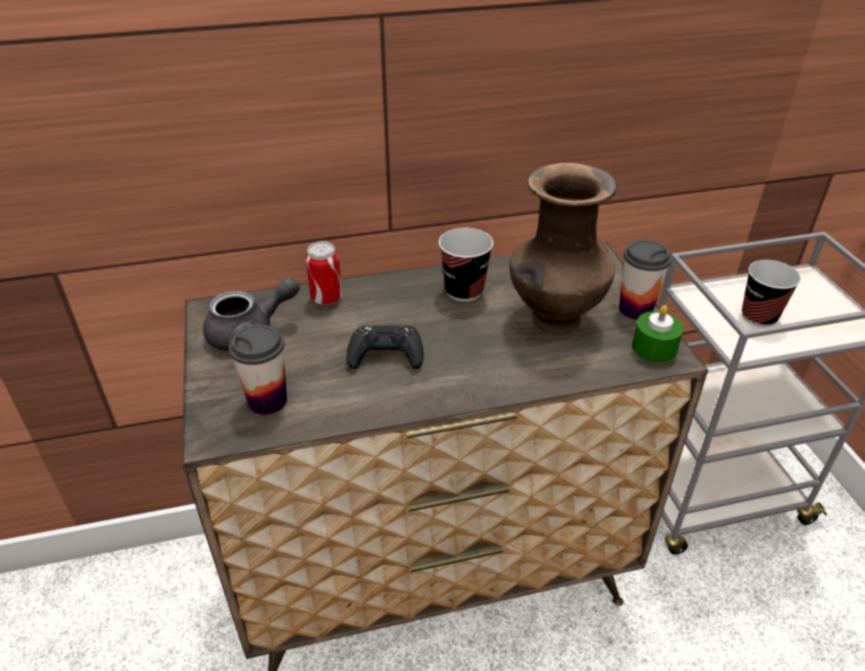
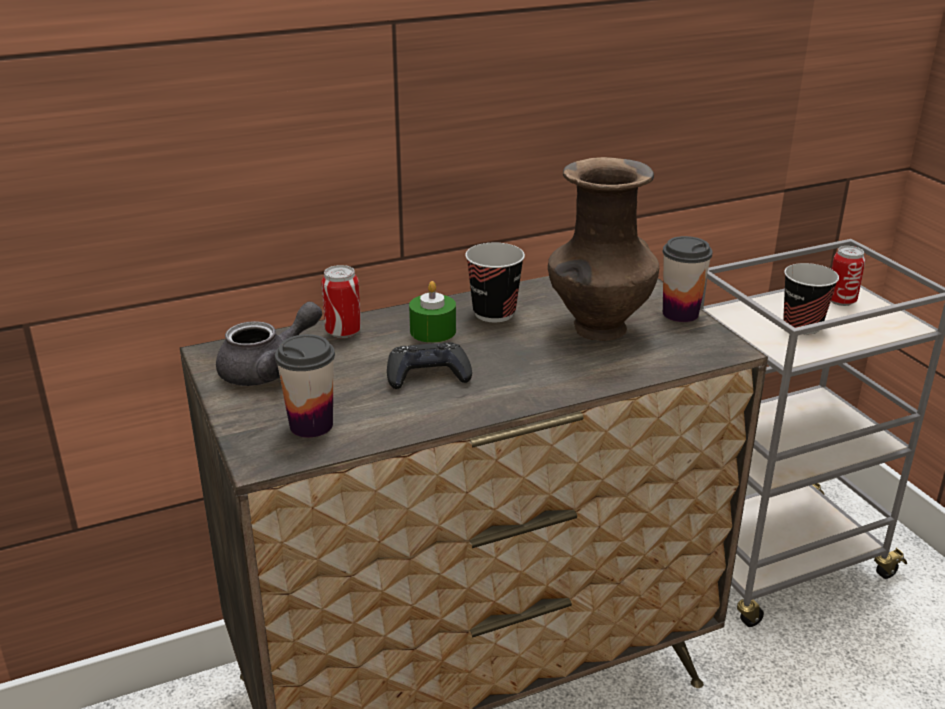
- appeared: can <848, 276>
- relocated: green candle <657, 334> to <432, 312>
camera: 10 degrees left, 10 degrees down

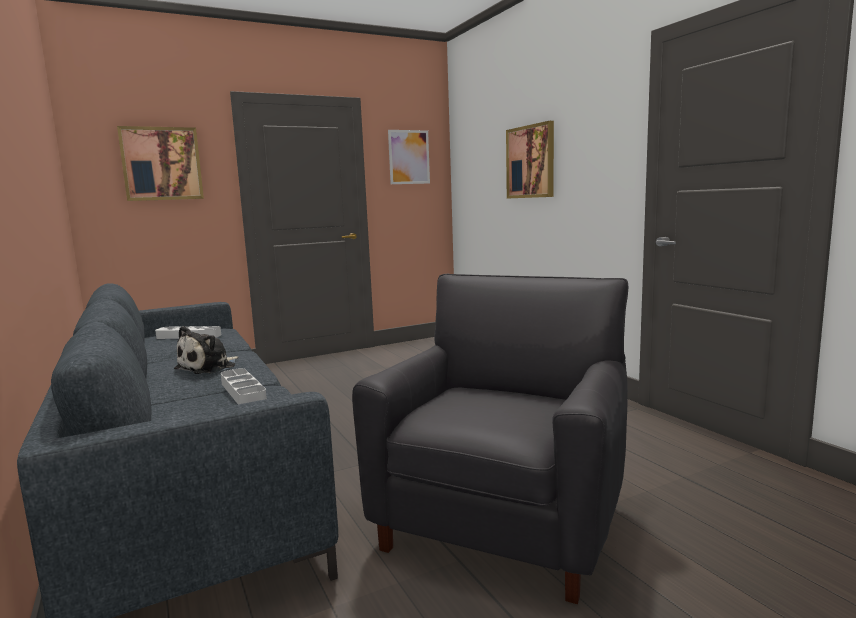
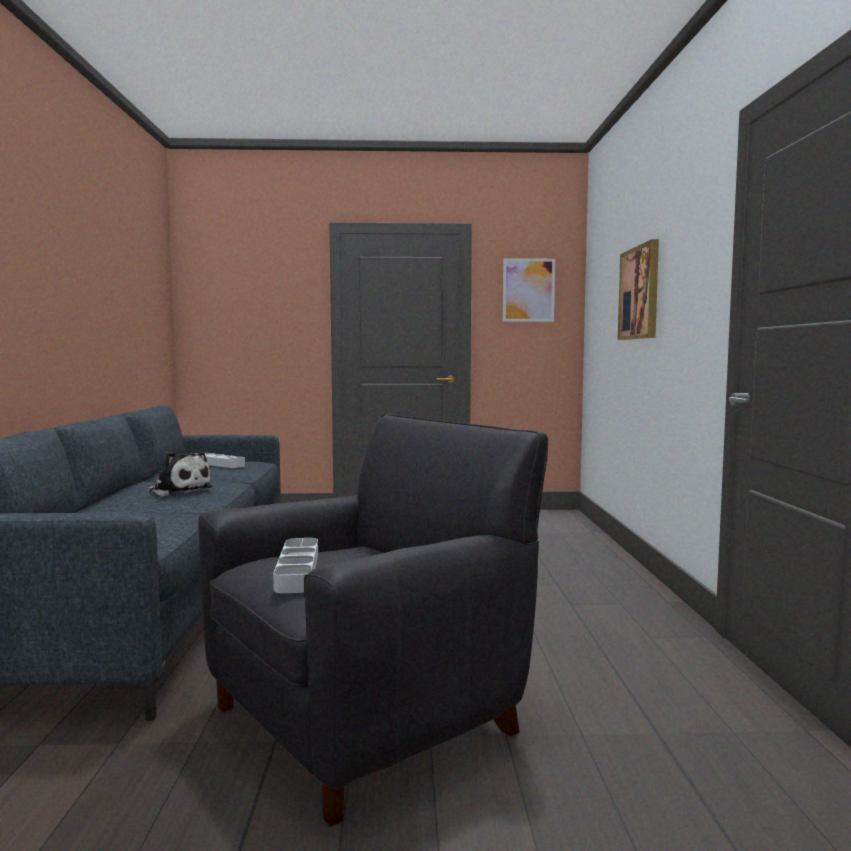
- missing: picture <160, 163>
- relocated: grey tray <244, 386> to <295, 565>
- spun: plush toy <206, 350> = <180, 474> 120 degrees counterclockwise
camera: 25 degrees right, 5 degrees down

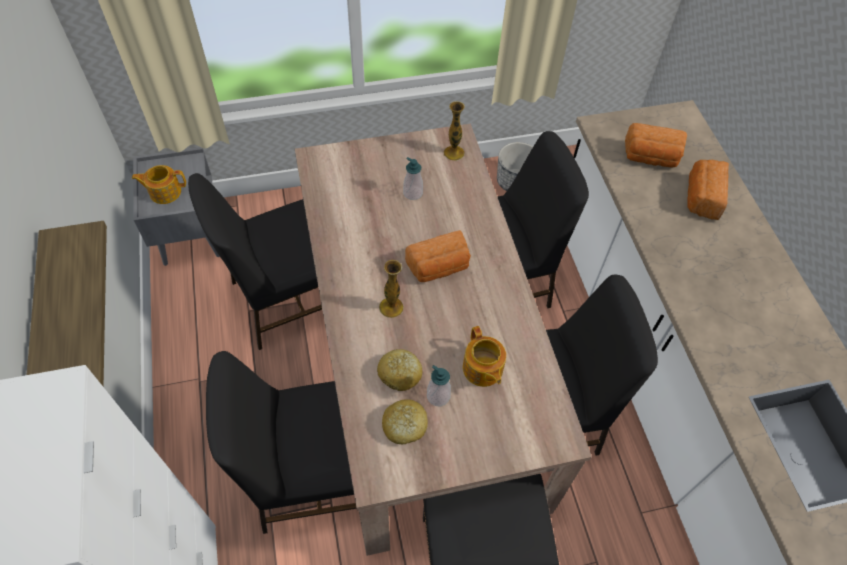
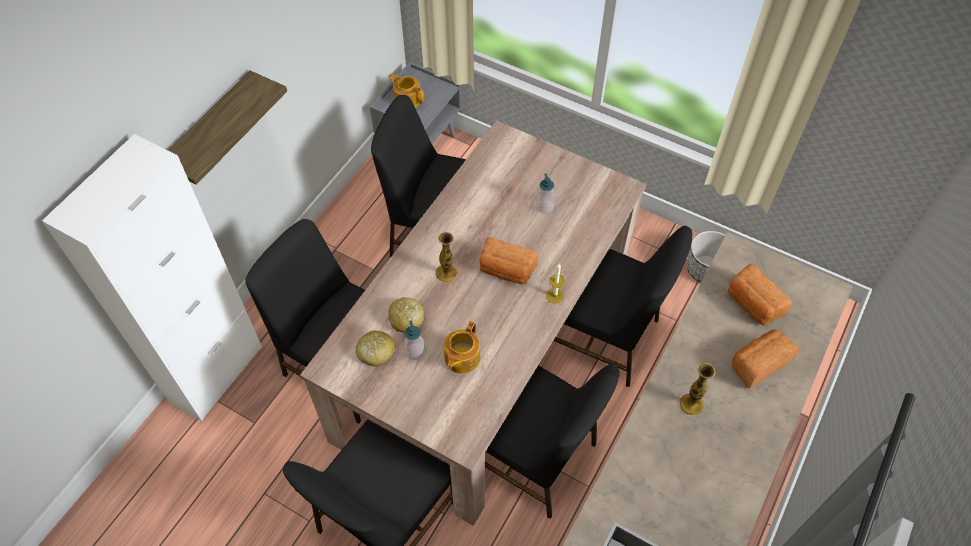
- appeared: candle <555, 284>
- relocated: vase <454, 131> to <698, 389>
camera: 45 degrees right, 0 degrees up

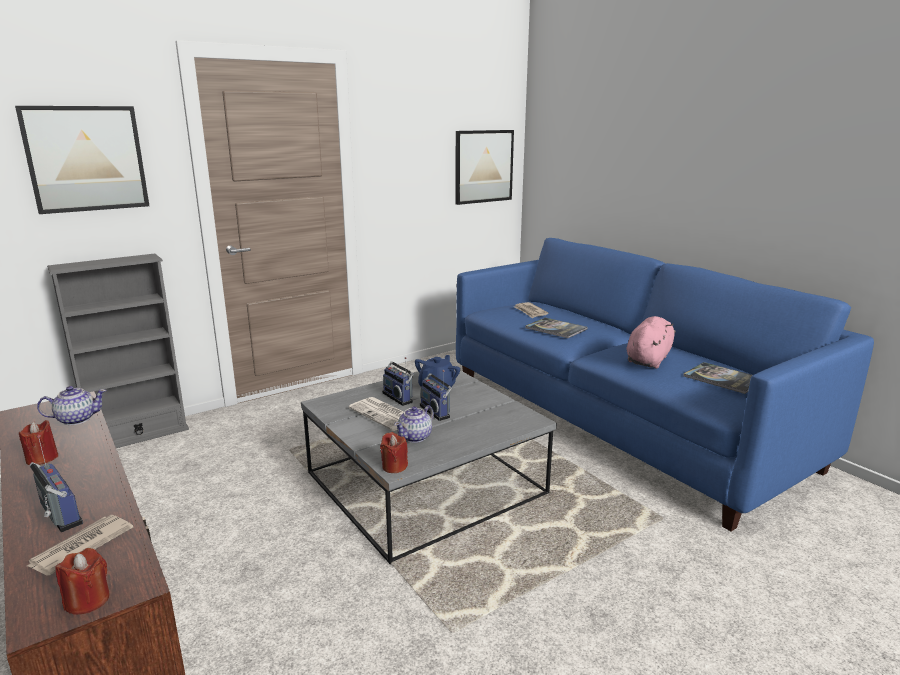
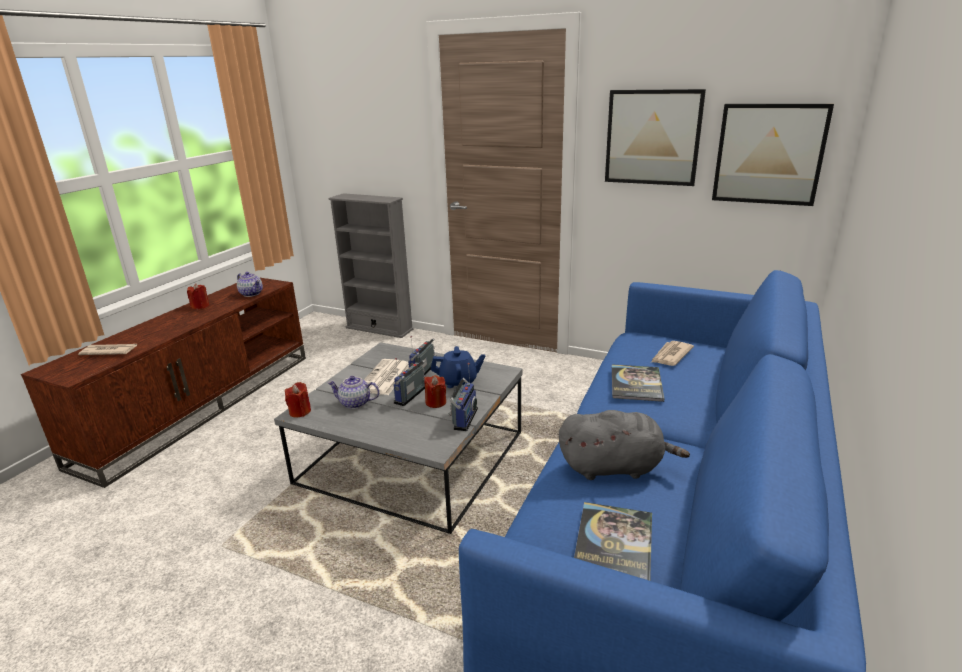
- relocated: picture <82, 160> to <655, 137>
- relocated: radio <56, 483> to <463, 397>
- relocated: red candle <83, 581> to <435, 391>
- colour: pink plush toy <651, 342> to grey plush toy <624, 445>
camera: 60 degrees right, 5 degrees up

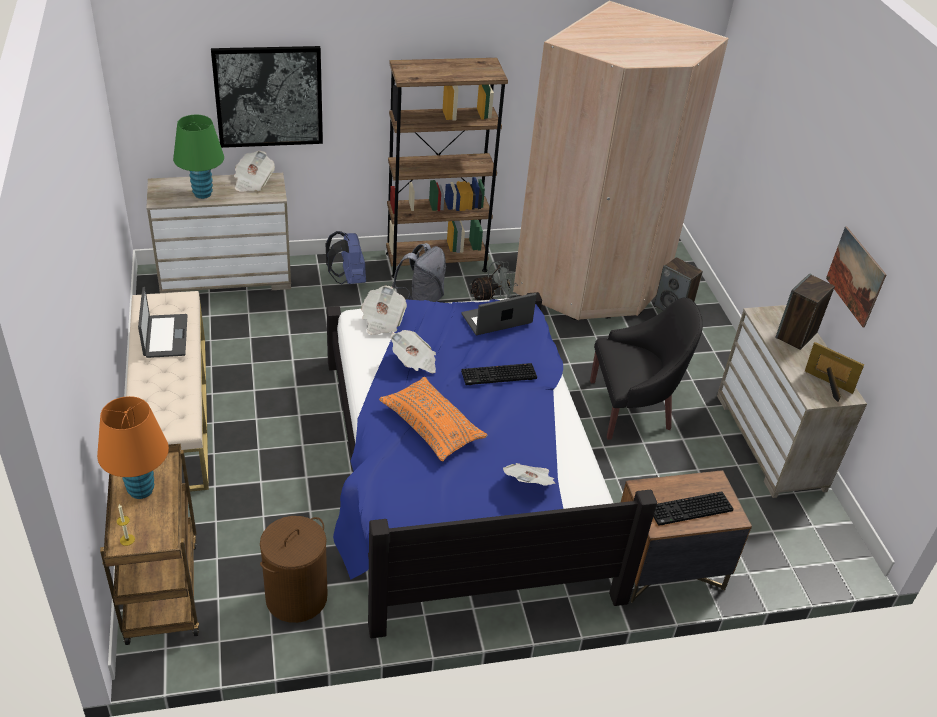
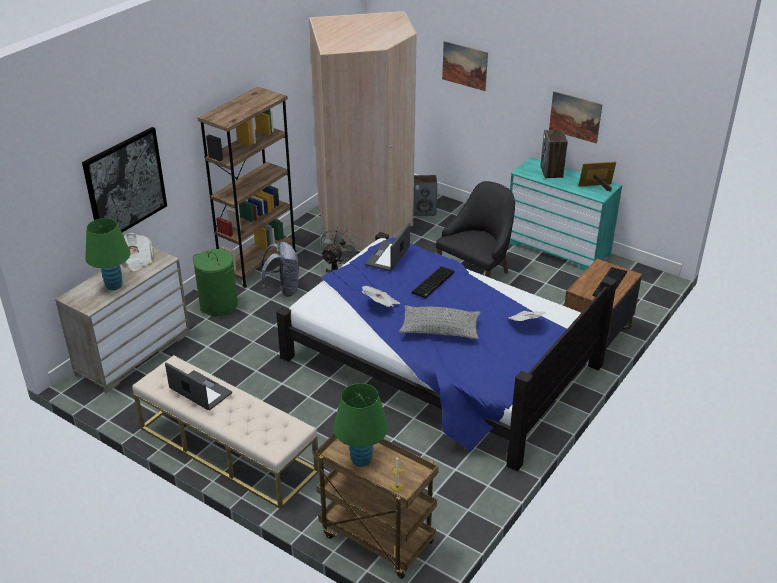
- missing: brown laundry basket <294, 569>
- missing: newspaper <384, 310>
- appeared: picture <465, 66>
- exchanged: blue backpack <345, 257> to green laundry basket <215, 282>
- colour: orange table lamp <133, 447> to green table lamp <361, 425>
- colour: orange pillow <433, 419> to grey pillow <440, 322>
- colour: beige dresser <792, 401> to turquoise dresser <565, 214>
camera: 40 degrees left, 5 degrees down

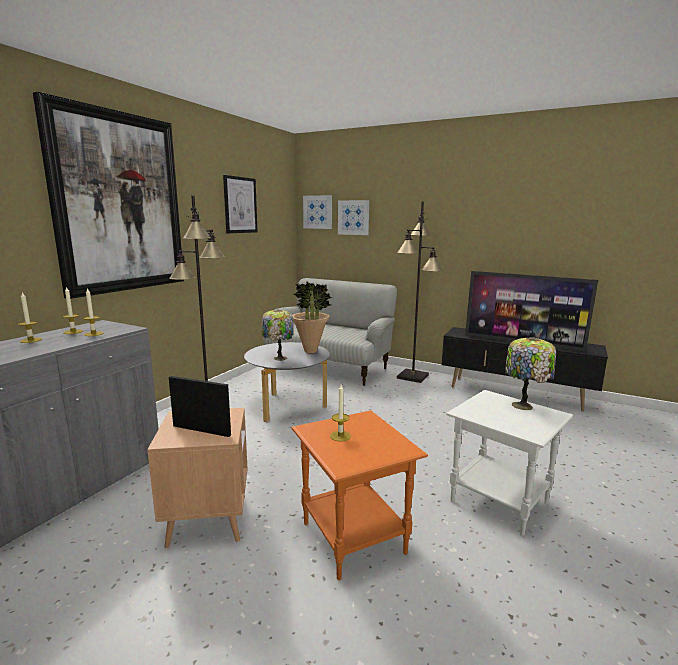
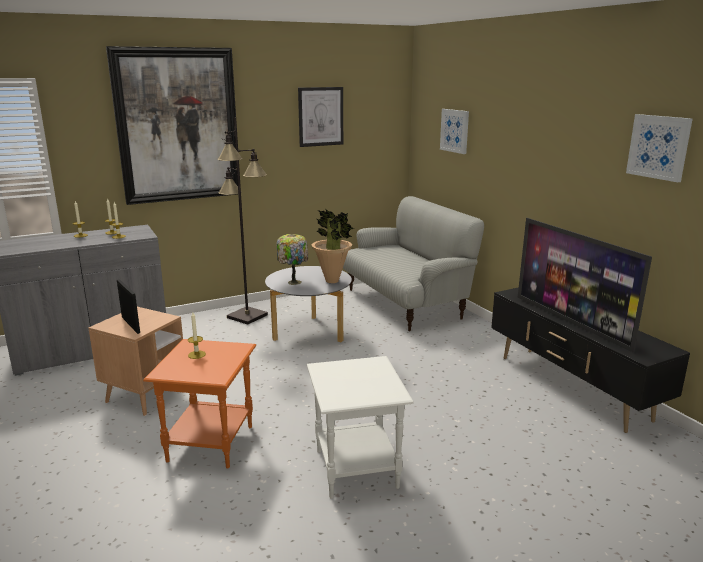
- missing: black floor lamp <420, 292>
- missing: table lamp <530, 373>
- relocated: picture <317, 212> to <659, 148>
camera: 35 degrees right, 5 degrees up

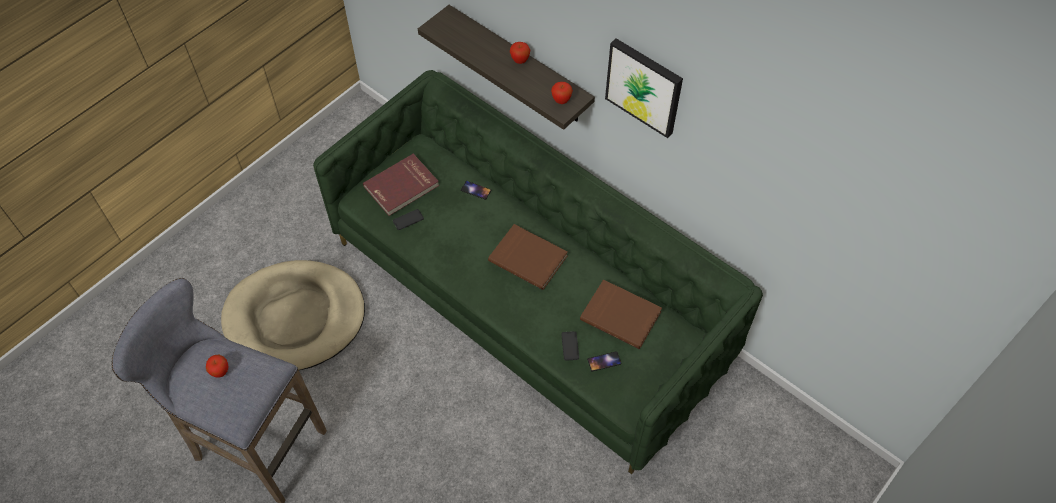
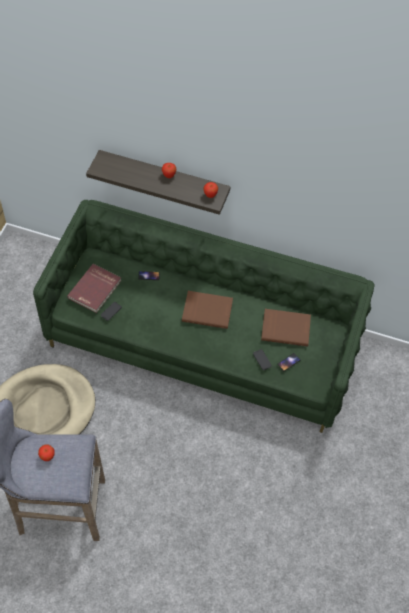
- missing: picture <644, 88>
camera: 25 degrees left, 0 degrees up

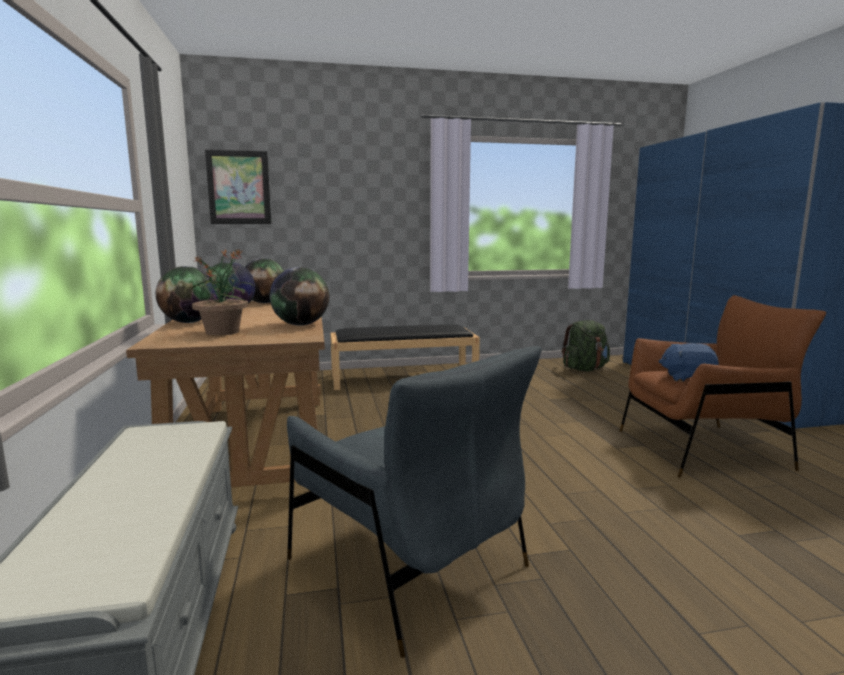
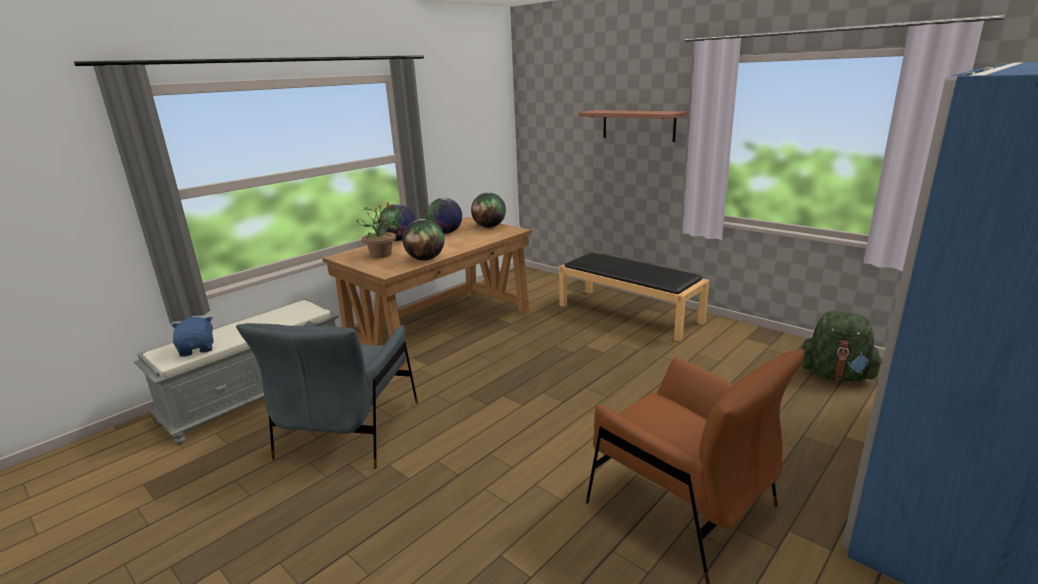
- missing: picture <238, 187>
- appeared: shelf <632, 126>
- relocated: blue plush toy <689, 362> to <192, 337>
camera: 55 degrees right, 10 degrees up

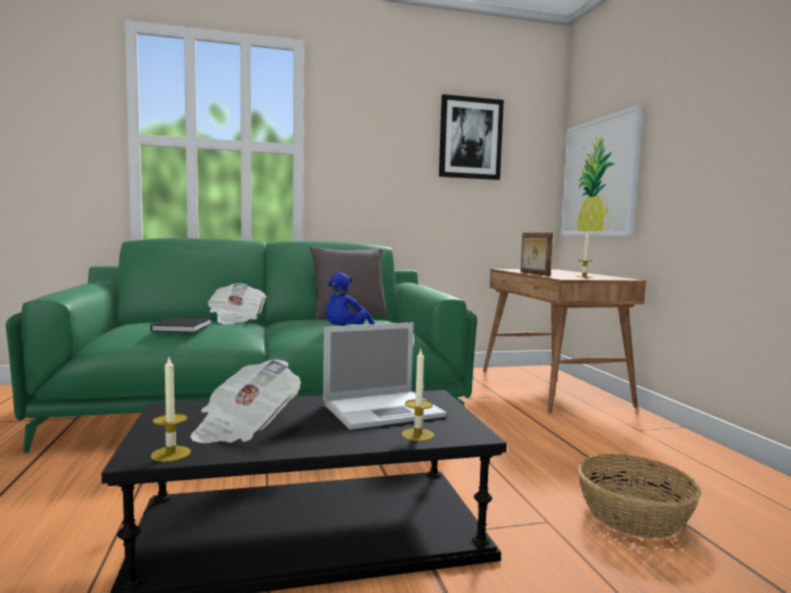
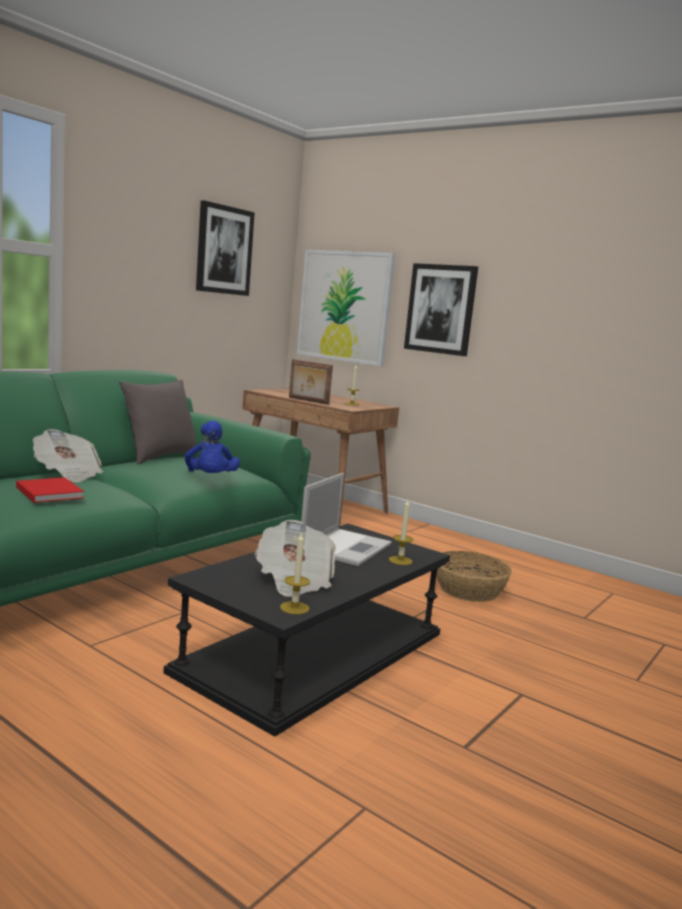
- appeared: picture <441, 309>
- colour: black book <181, 325> to red book <50, 490>
camera: 40 degrees left, 5 degrees up

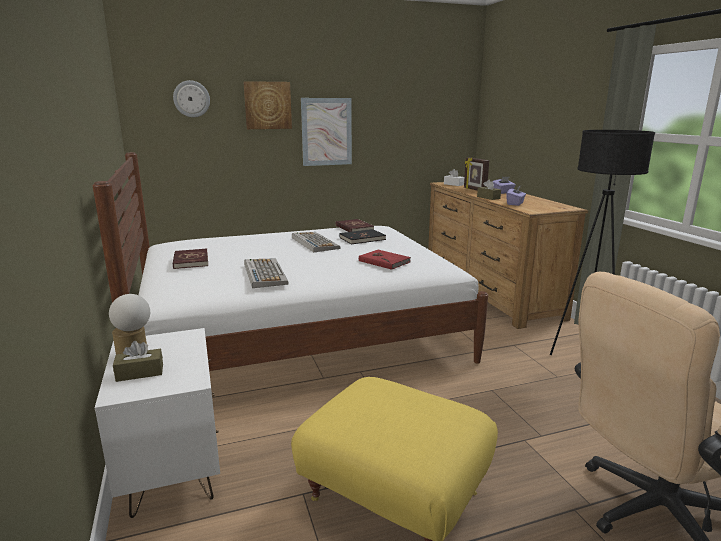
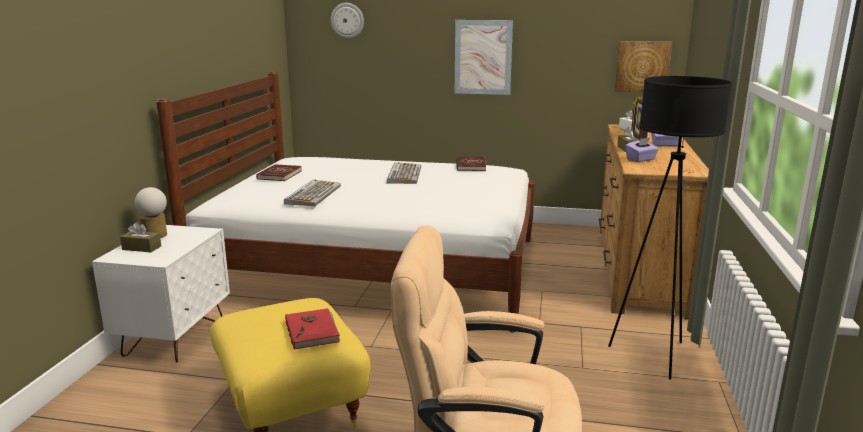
- missing: black book <362, 236>
- relocated: picture <268, 105> to <643, 66>
- relocated: red book <385, 260> to <312, 329>
camera: 30 degrees right, 0 degrees up

